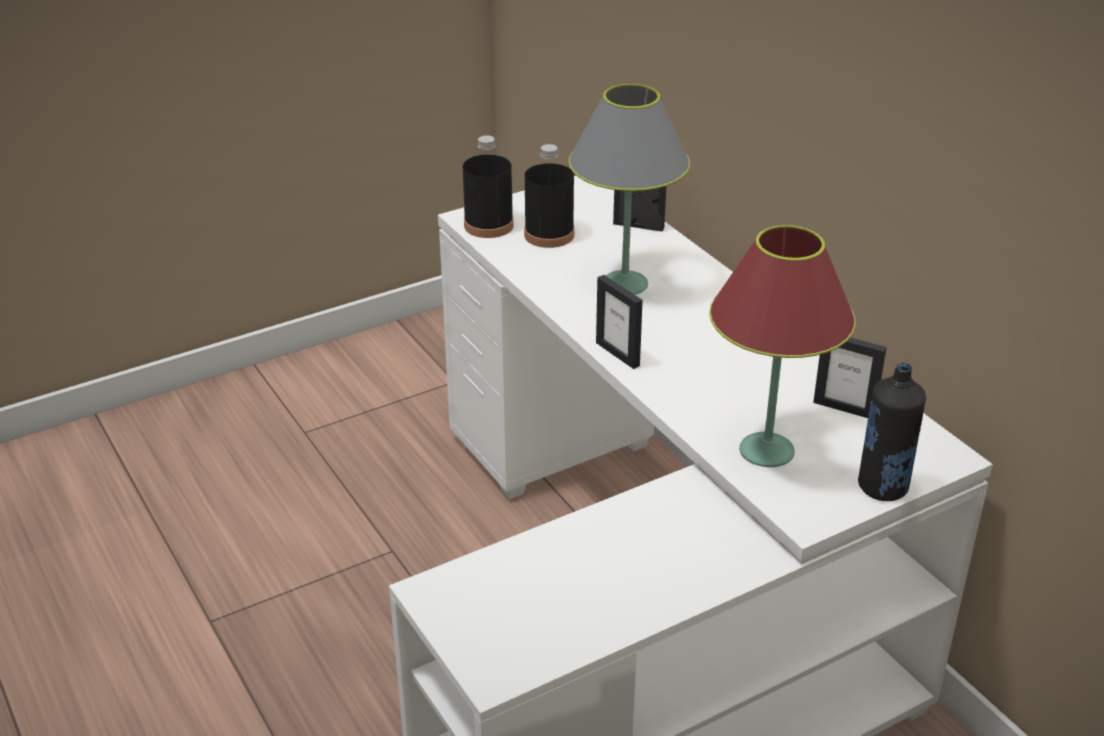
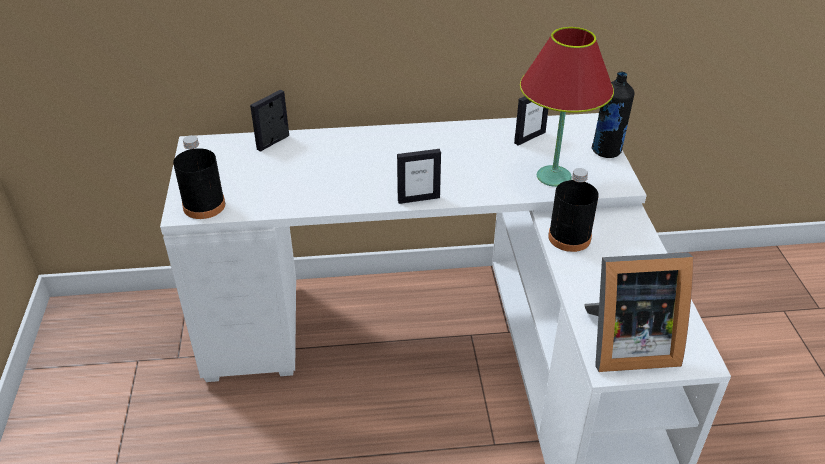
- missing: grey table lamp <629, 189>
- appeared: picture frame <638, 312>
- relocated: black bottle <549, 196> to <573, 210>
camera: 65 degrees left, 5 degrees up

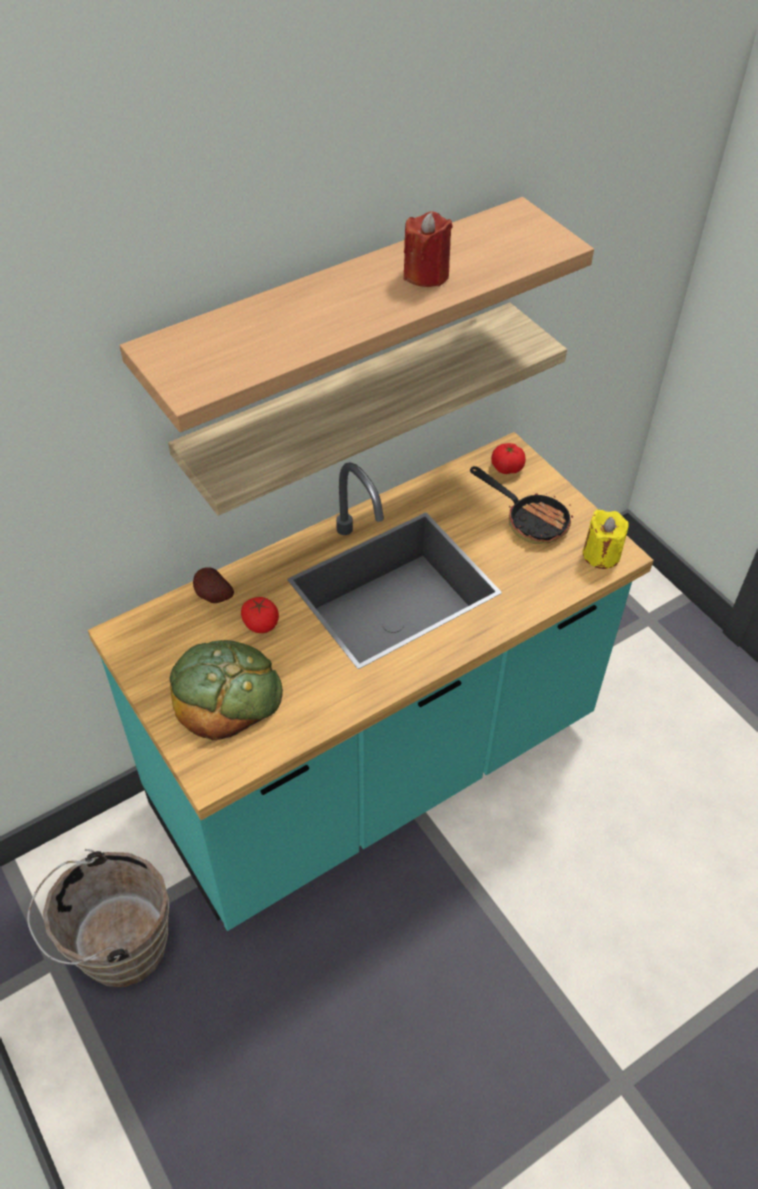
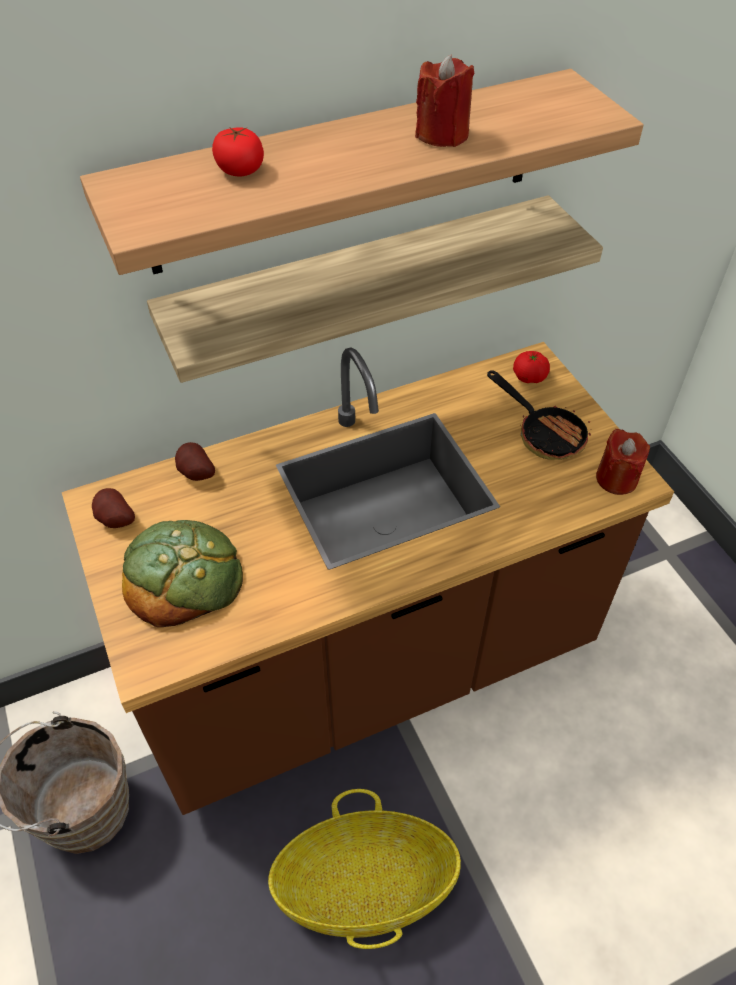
- appeared: potato <113, 508>
- appeared: basket <364, 869>
- relocated: tomato <260, 615> to <238, 152>
- colour: turquoise counter <371, 681> to brown counter <368, 578>
- colour: yellow candle <606, 539> to red candle <623, 462>
camera: 10 degrees right, 0 degrees up

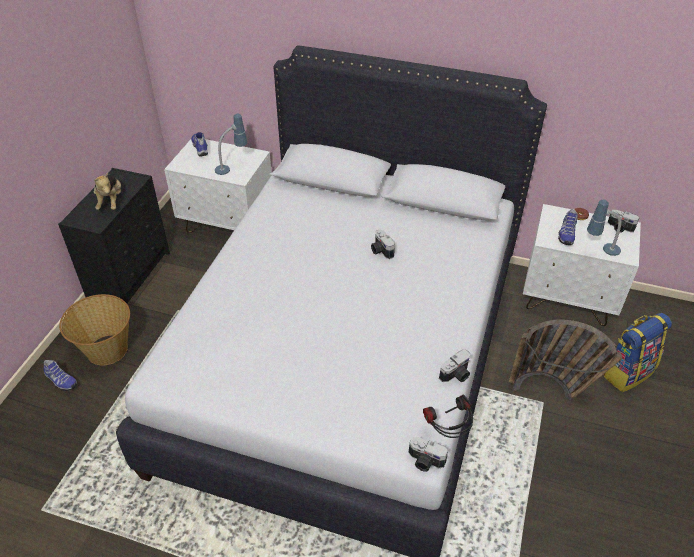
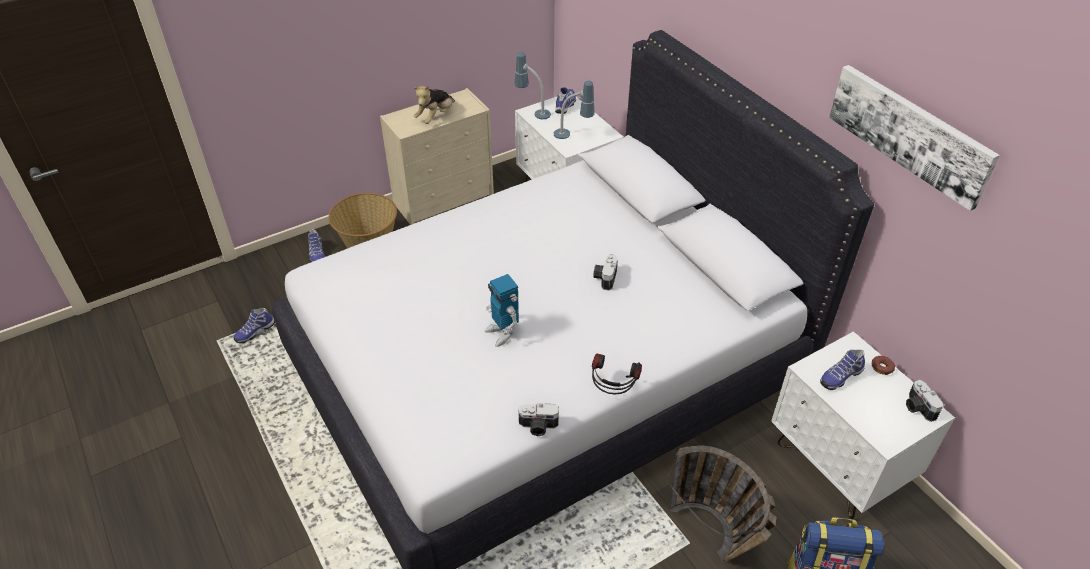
- missing: photo camera <428, 454>
- appeared: shoe <254, 325>
- appeared: toy robot <502, 310>
- appeared: picture <914, 138>
- relocated: headphones <448, 416> to <617, 374>
- relocated: table lamp <604, 227> to <532, 86>
- colour: black dresser <114, 235> to beige dresser <437, 156>
camera: 40 degrees right, 0 degrees up

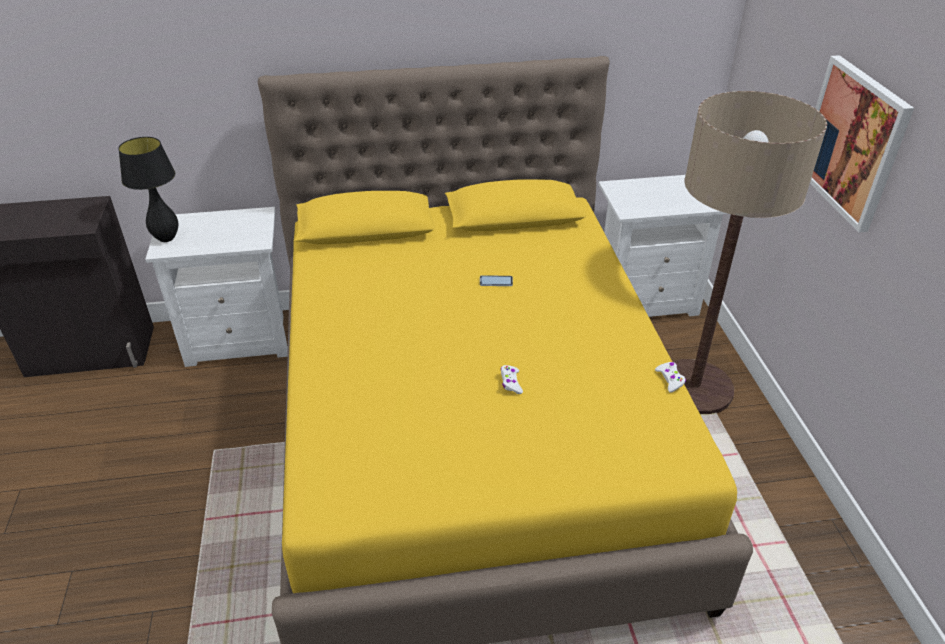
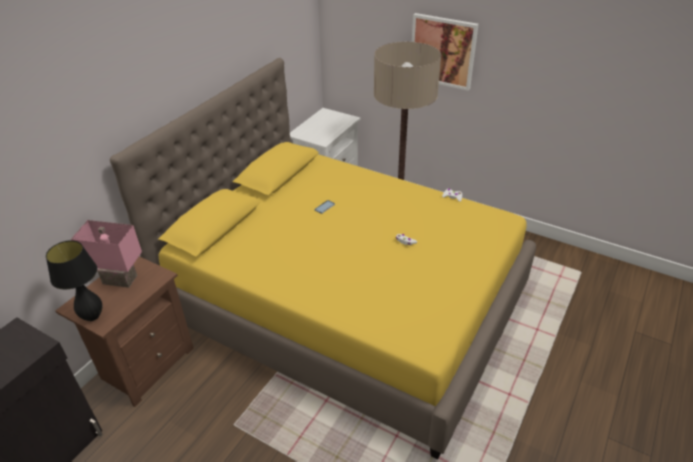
- appeared: pink table lamp <106, 254>
- colour: white nightstand <216, 287> to brown nightstand <124, 331>
camera: 50 degrees left, 0 degrees up

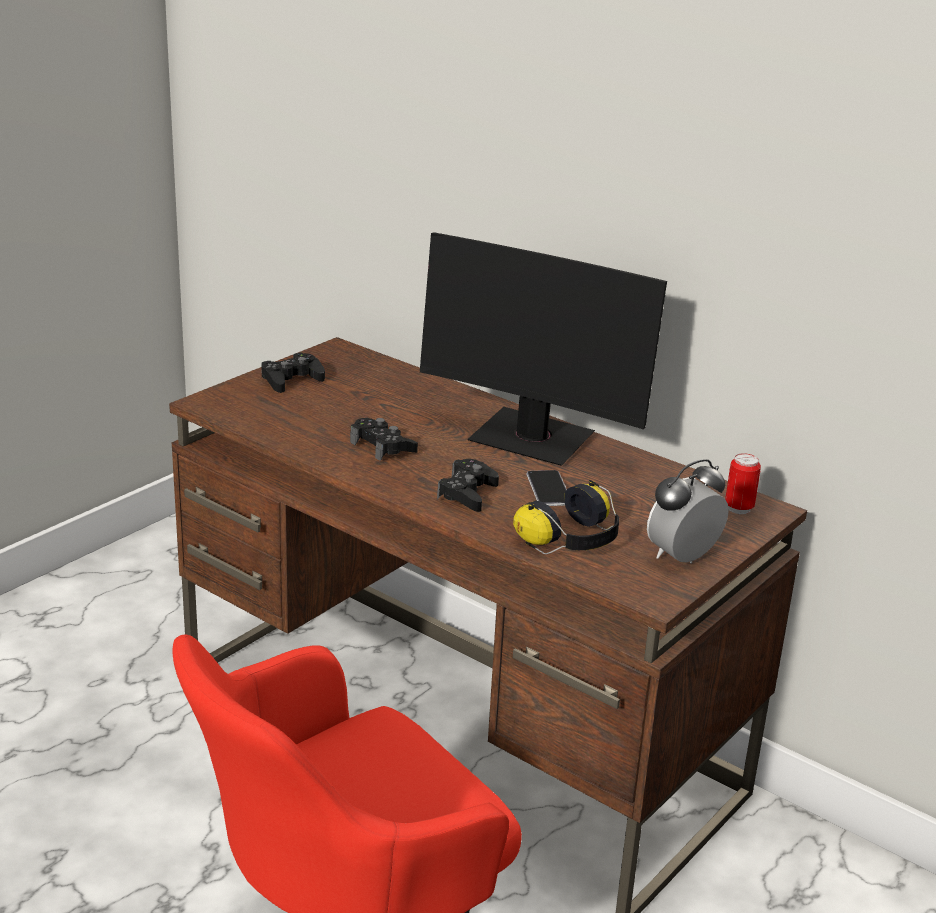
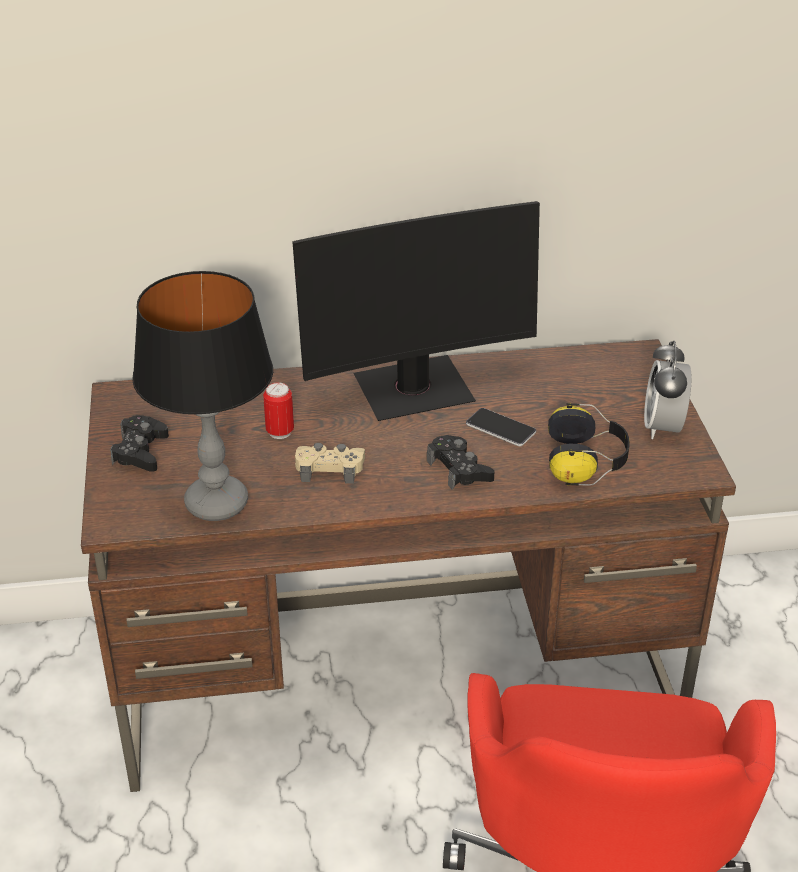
- appeared: table lamp <202, 396>
- relocated: can <743, 483> to <278, 410>
- colour: black game controller <384, 439> to beige game controller <330, 463>
camera: 45 degrees left, 10 degrees up

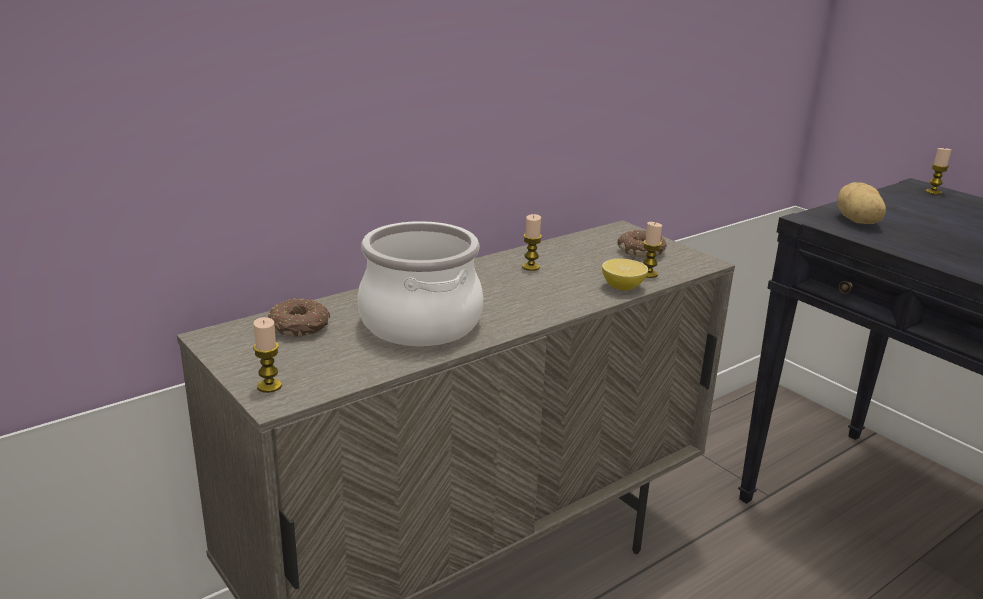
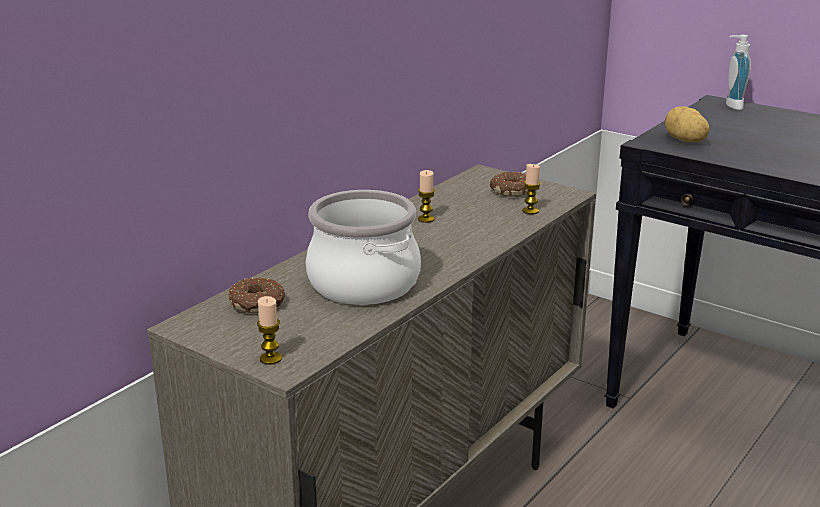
- missing: lemon <625, 274>
- exchanged: candle <938, 171> to soap dispenser <738, 72>
camera: 15 degrees left, 0 degrees up

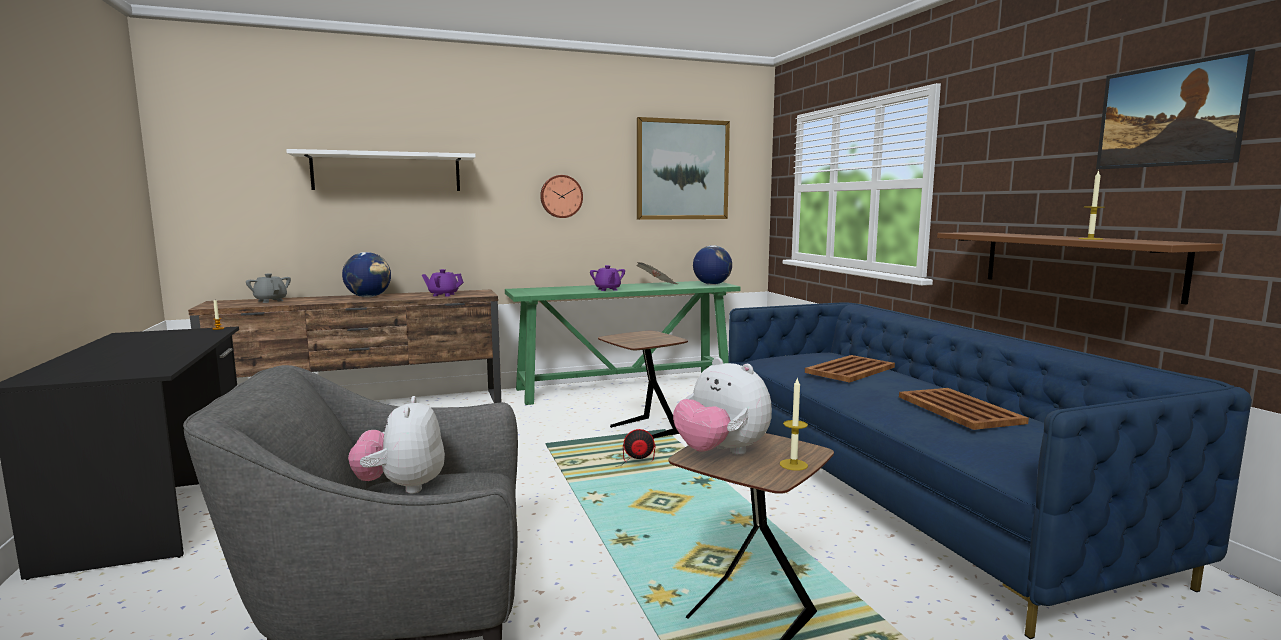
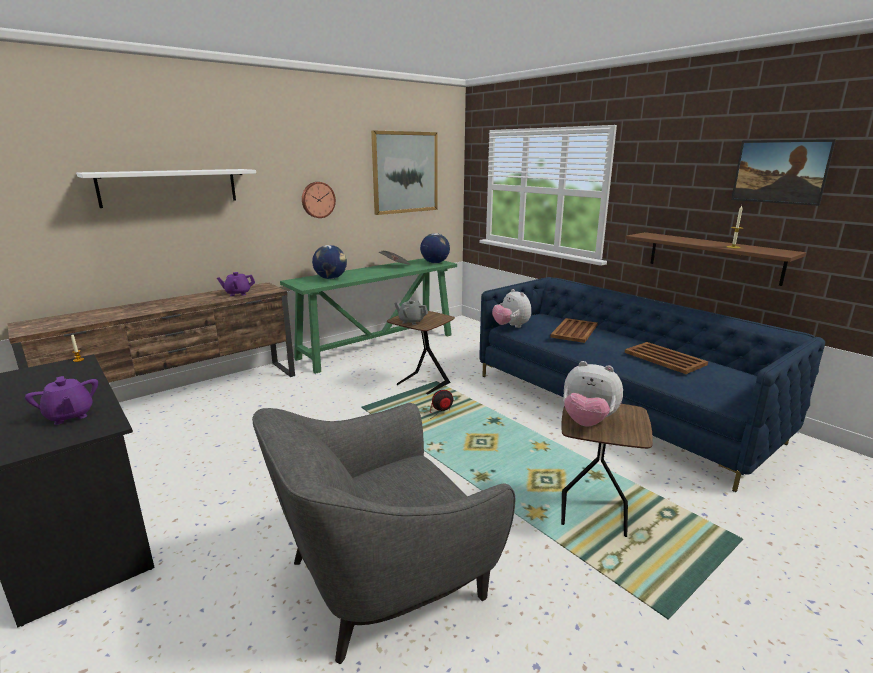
- missing: candle <794, 424>
- relocated: grey teapot <268, 288> to <411, 312>
- relocated: globe <366, 275> to <329, 262>
- relocated: plush toy <396, 445> to <511, 308>
- relocated: purple teapot <607, 278> to <61, 400>
camera: 20 degrees left, 10 degrees up

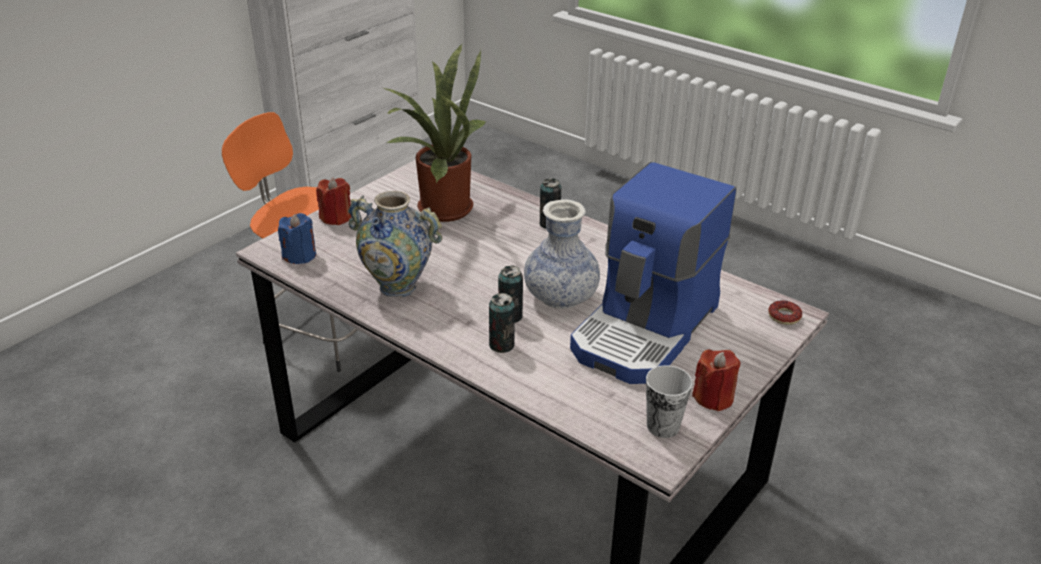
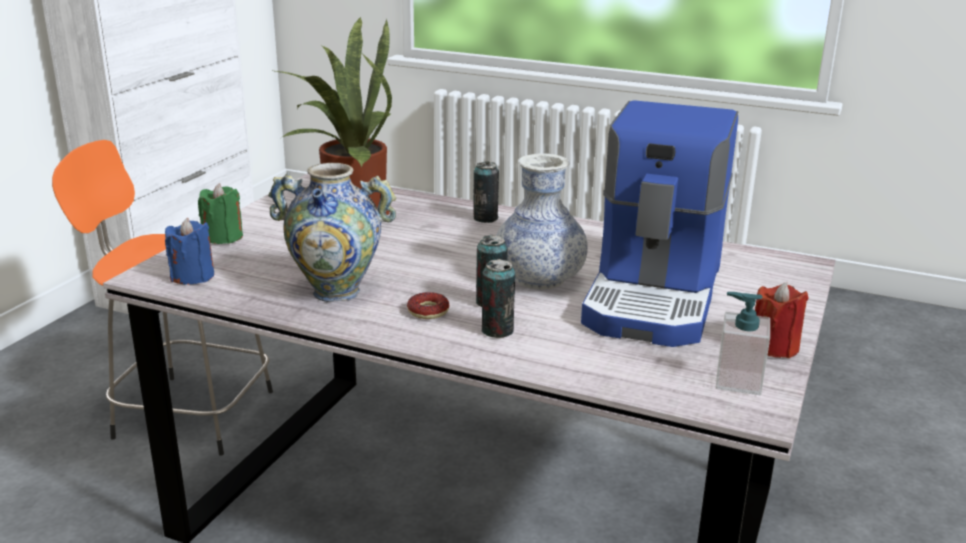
- relocated: donut <785, 312> to <428, 305>
- exchanged: cup <669, 401> to soap dispenser <743, 343>
- colour: red candle <333, 201> to green candle <220, 213>
camera: 15 degrees left, 10 degrees down

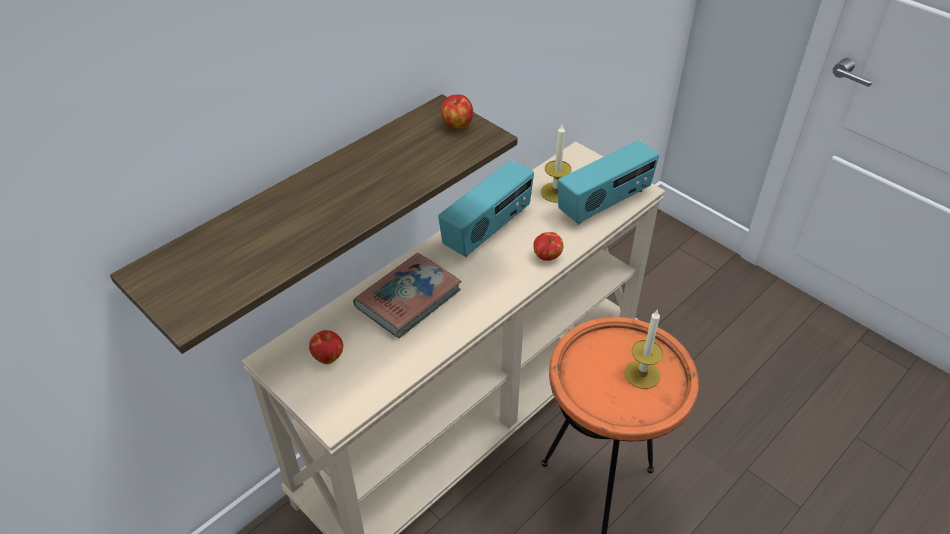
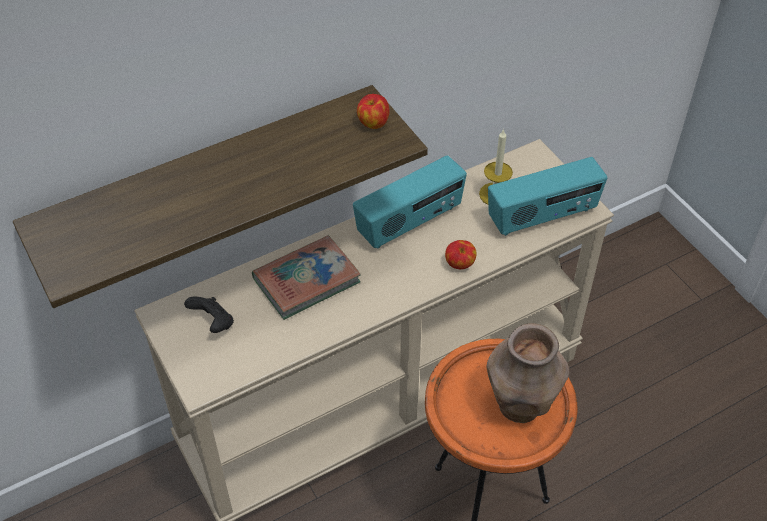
- exchanged: apple <326, 347> to black game controller <209, 315>
- exchanged: candle <643, 349> to brown vase <527, 373>
camera: 15 degrees right, 5 degrees up

